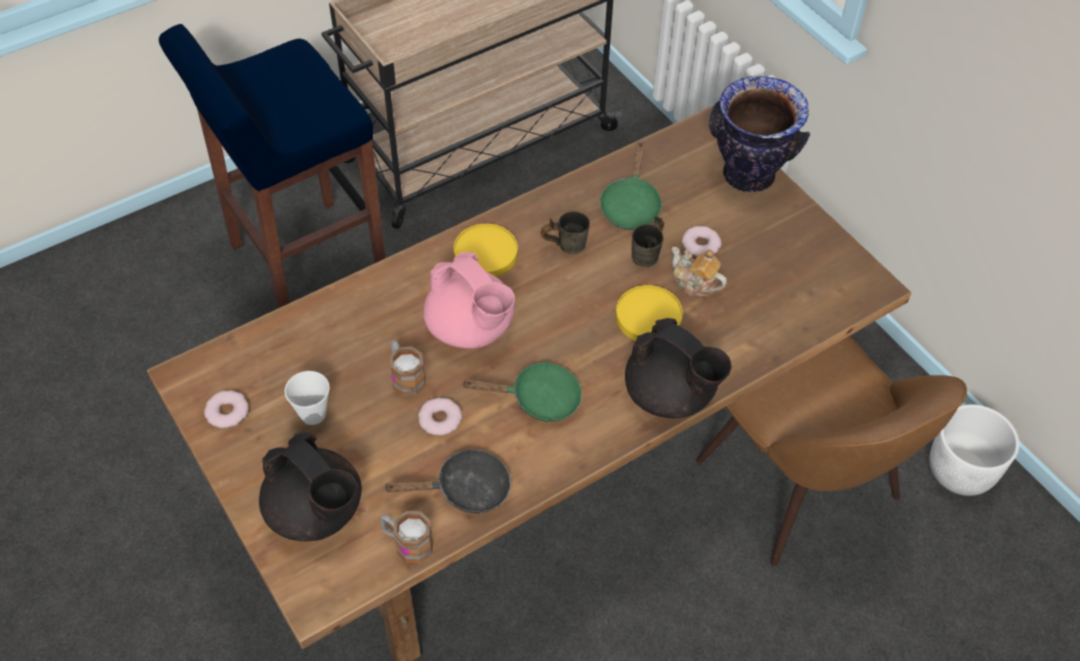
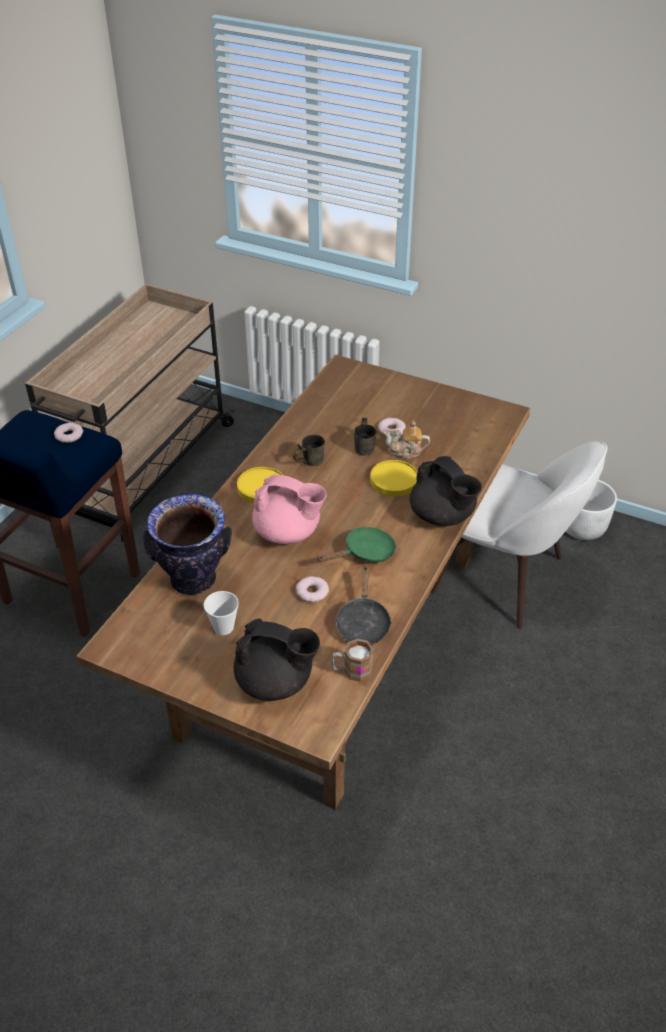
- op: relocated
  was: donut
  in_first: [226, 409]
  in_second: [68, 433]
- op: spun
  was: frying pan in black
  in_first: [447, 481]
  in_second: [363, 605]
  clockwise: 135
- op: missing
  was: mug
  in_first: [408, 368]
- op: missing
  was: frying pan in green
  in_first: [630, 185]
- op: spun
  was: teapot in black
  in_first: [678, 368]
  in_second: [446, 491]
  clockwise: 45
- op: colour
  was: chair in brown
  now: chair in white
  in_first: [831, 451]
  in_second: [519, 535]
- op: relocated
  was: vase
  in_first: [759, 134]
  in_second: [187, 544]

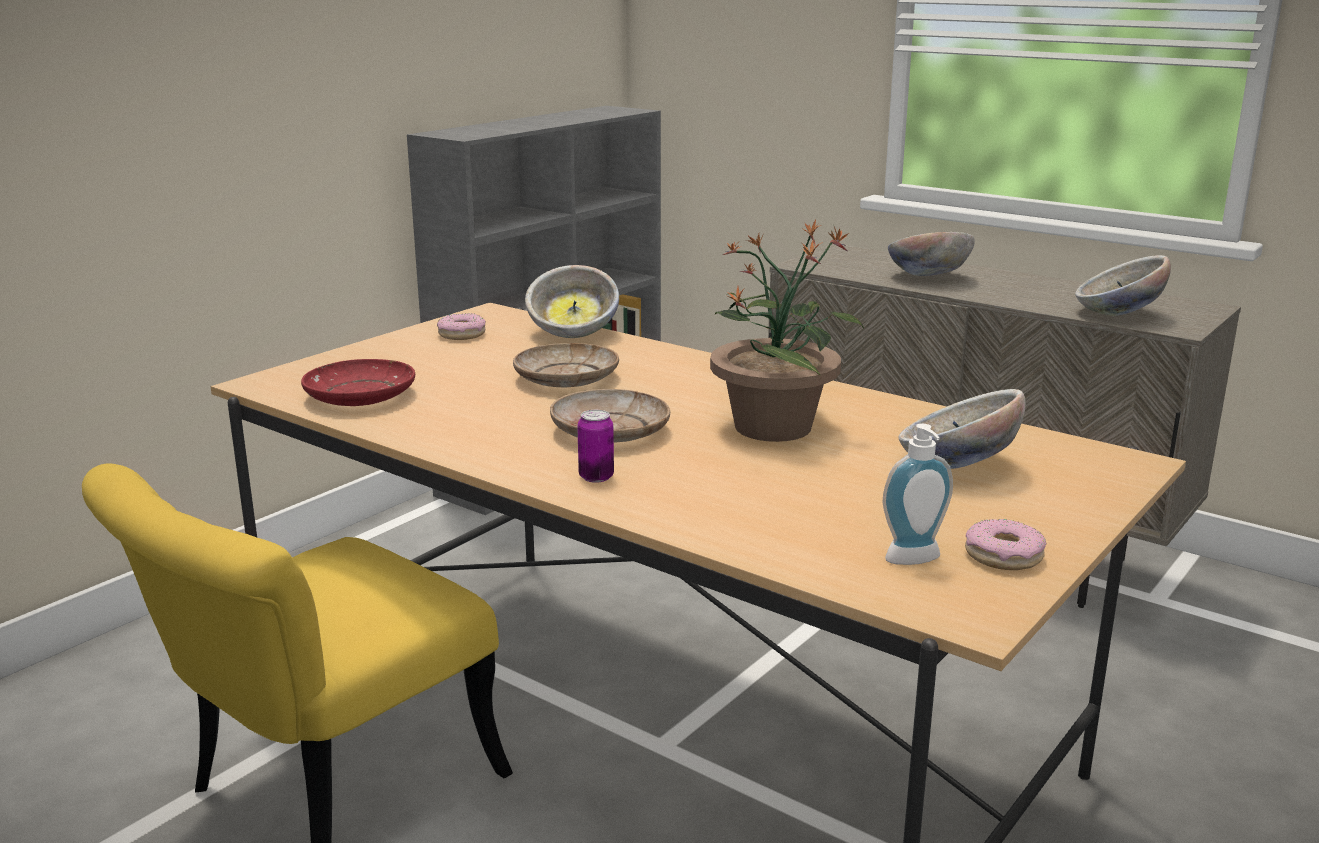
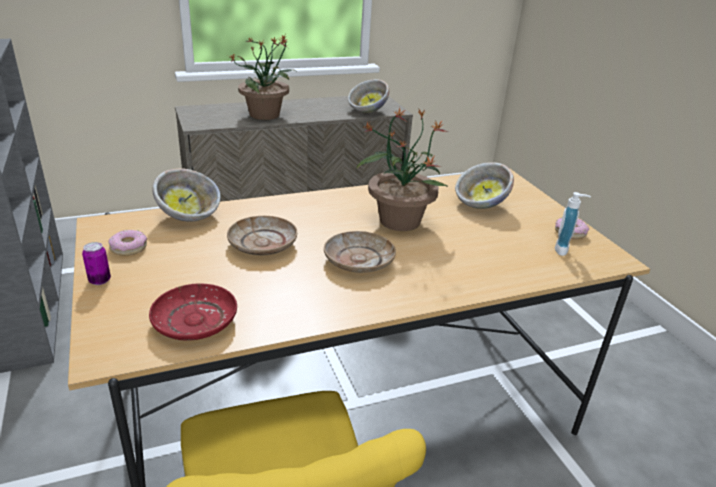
- op: relocated
  was: can
  in_first: [595, 446]
  in_second: [96, 263]
- op: exchanged
  was: bowl
  now: potted plant
  in_first: [931, 254]
  in_second: [262, 77]

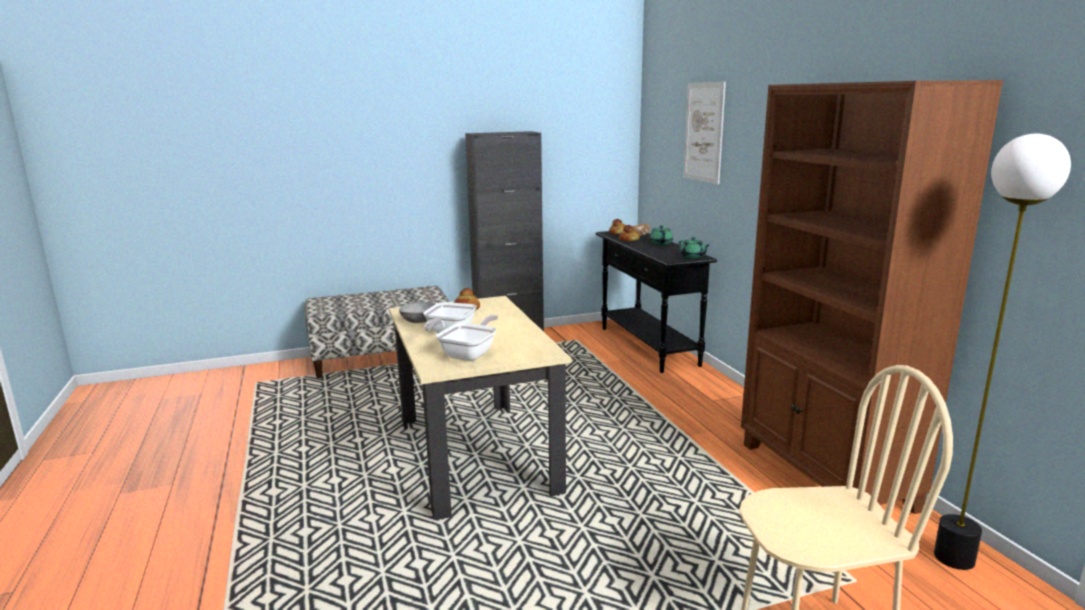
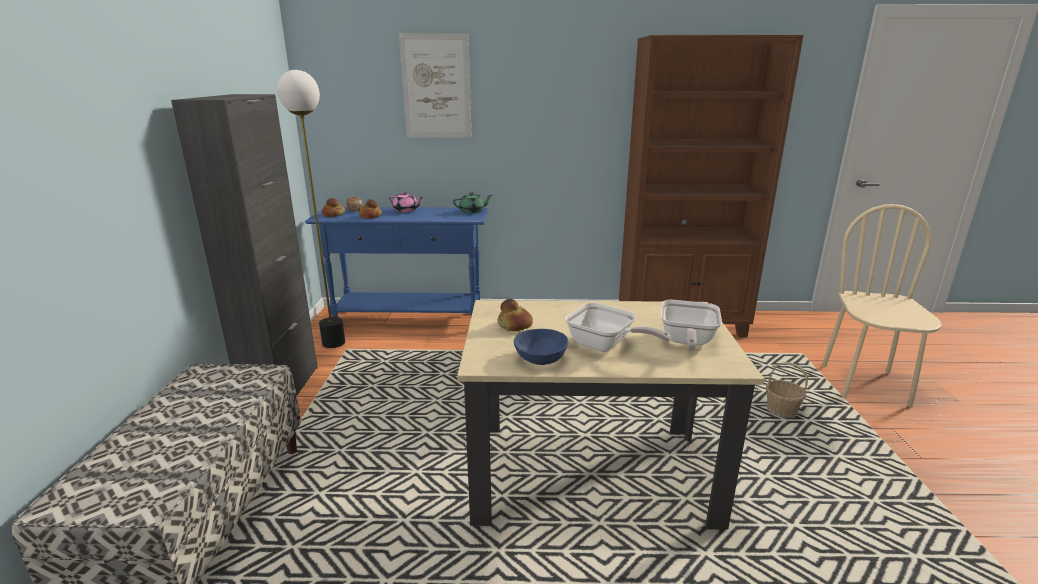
- op: colour
  was: bowl in grey
  now: bowl in blue
  in_first: [417, 312]
  in_second: [541, 347]
- op: spun
  was: frying pan
  in_first: [467, 338]
  in_second: [691, 324]
  clockwise: -120
- op: colour
  was: console table in black
  now: console table in blue
  in_first: [656, 302]
  in_second: [396, 262]
- op: colour
  was: teapot in green
  now: teapot in pink
  in_first: [661, 235]
  in_second: [406, 202]
- op: relocated
  was: floor lamp
  in_first: [1002, 352]
  in_second: [311, 209]
- op: appeared
  now: basket
  in_second: [787, 390]

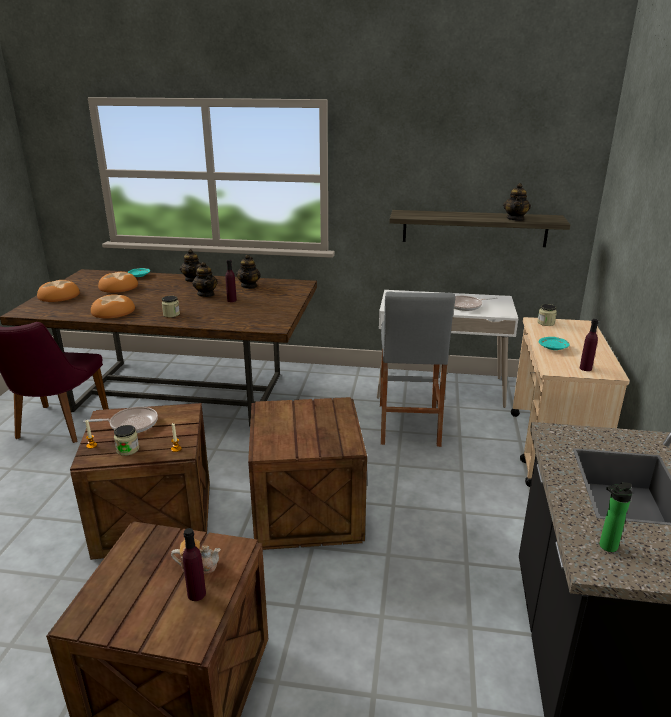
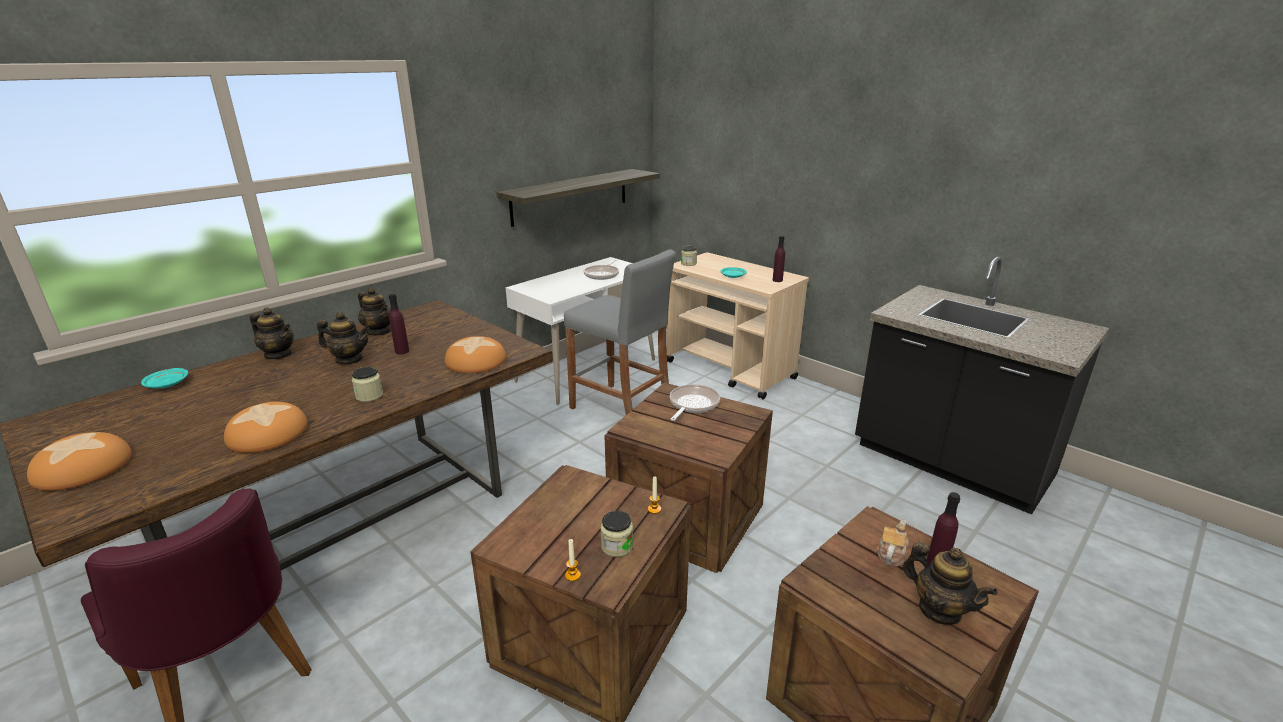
- op: relocated
  was: frying pan
  in_first: [120, 420]
  in_second: [695, 402]
- op: relocated
  was: bread
  in_first: [118, 282]
  in_second: [475, 354]
- op: relocated
  was: teapot
  in_first: [517, 202]
  in_second: [950, 583]
- op: missing
  was: bottle
  in_first: [615, 517]

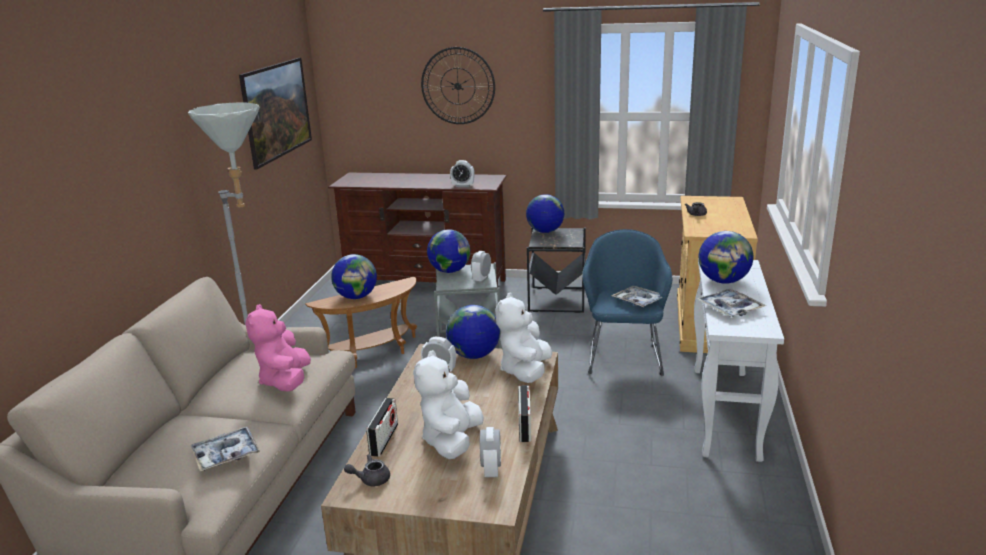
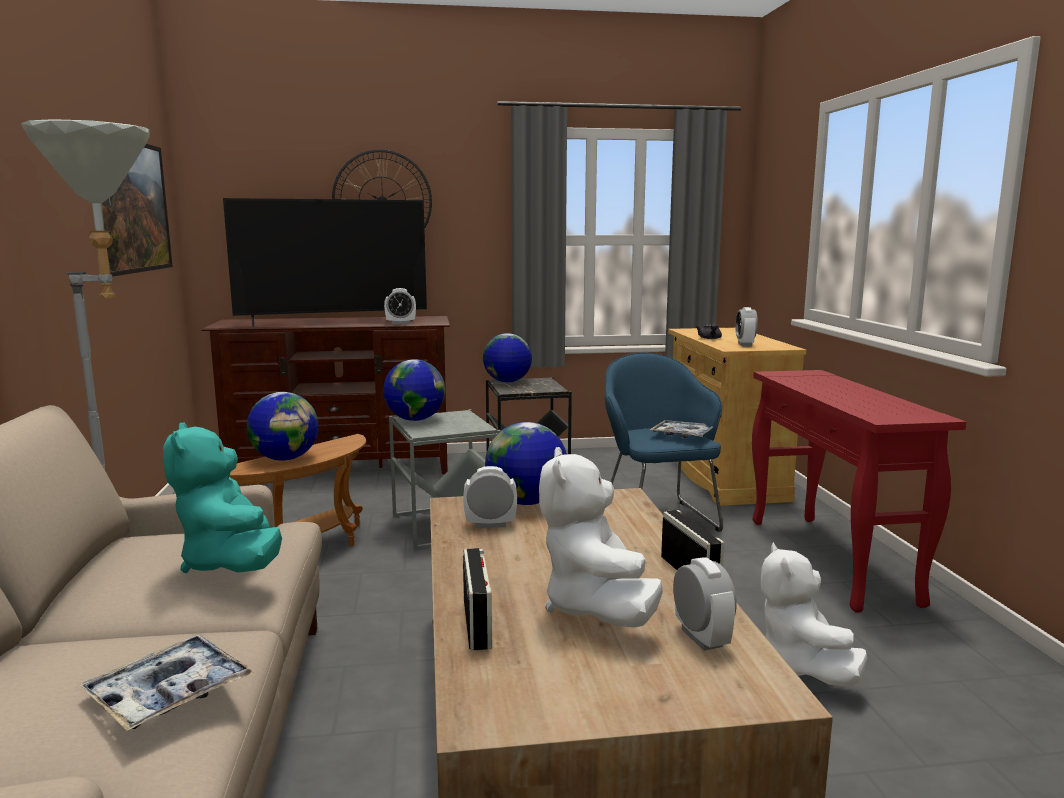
- op: colour
  was: plush toy in pink
  now: plush toy in turquoise
  in_first: [278, 347]
  in_second: [222, 497]
- op: missing
  was: teapot in grey
  in_first: [367, 470]
- op: relocated
  was: alarm clock
  in_first: [481, 267]
  in_second: [747, 326]
- op: relocated
  was: plush toy in white
  in_first: [523, 338]
  in_second: [814, 614]
- op: colour
  was: console table in white
  now: console table in red
  in_first: [739, 360]
  in_second: [859, 491]
- op: missing
  was: tray
  in_first: [731, 303]
- op: missing
  was: globe
  in_first: [726, 257]
- op: appeared
  now: television
  in_second: [325, 262]

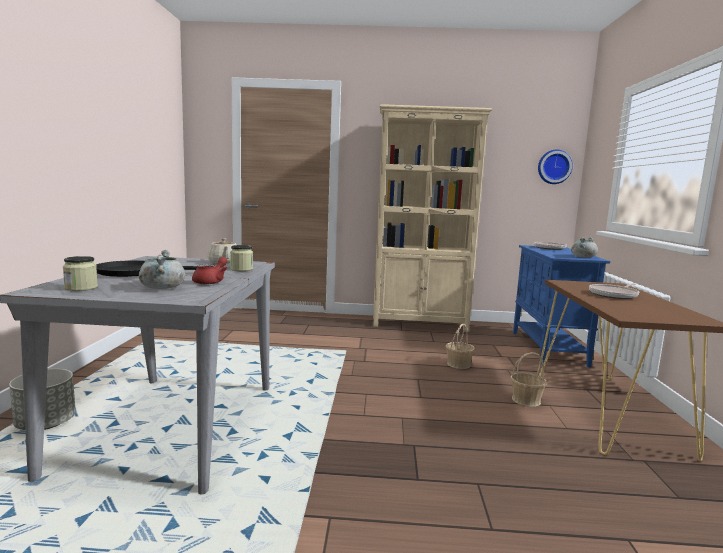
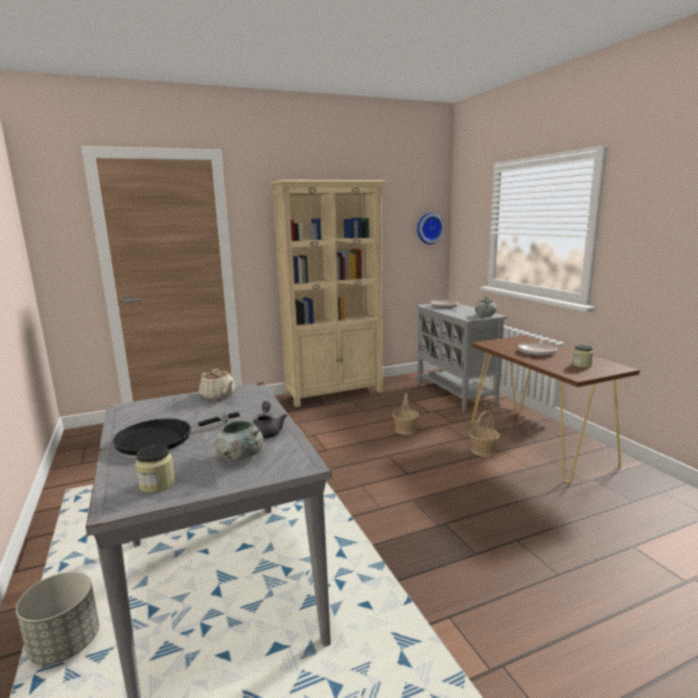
- op: colour
  was: teapot in red
  now: teapot in grey
  in_first: [209, 270]
  in_second: [270, 420]
- op: relocated
  was: jar
  in_first: [241, 258]
  in_second: [582, 356]
- op: colour
  was: cabinet in blue
  now: cabinet in grey
  in_first: [561, 306]
  in_second: [462, 357]

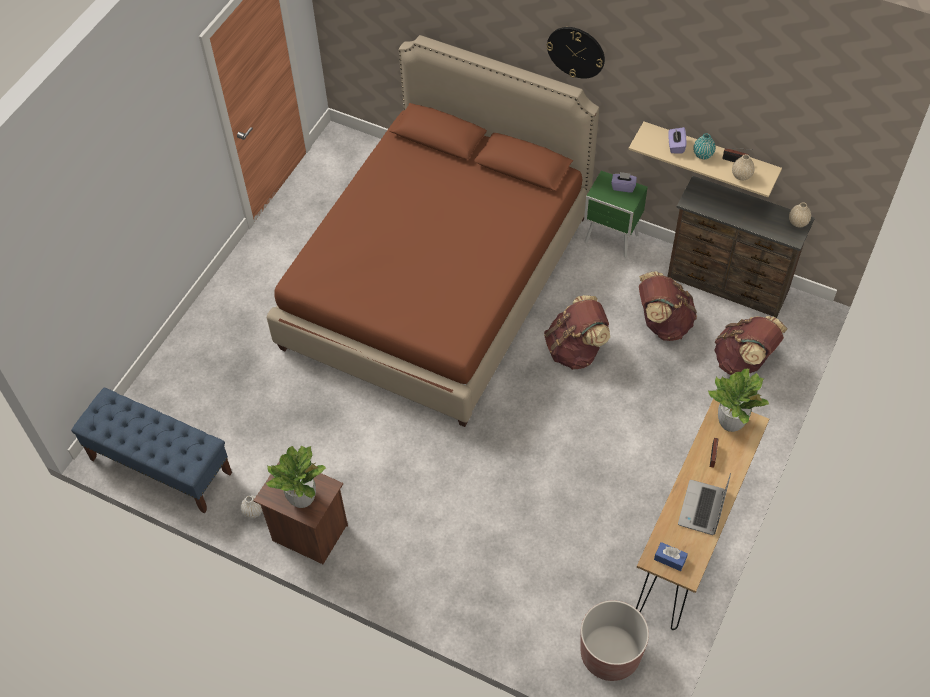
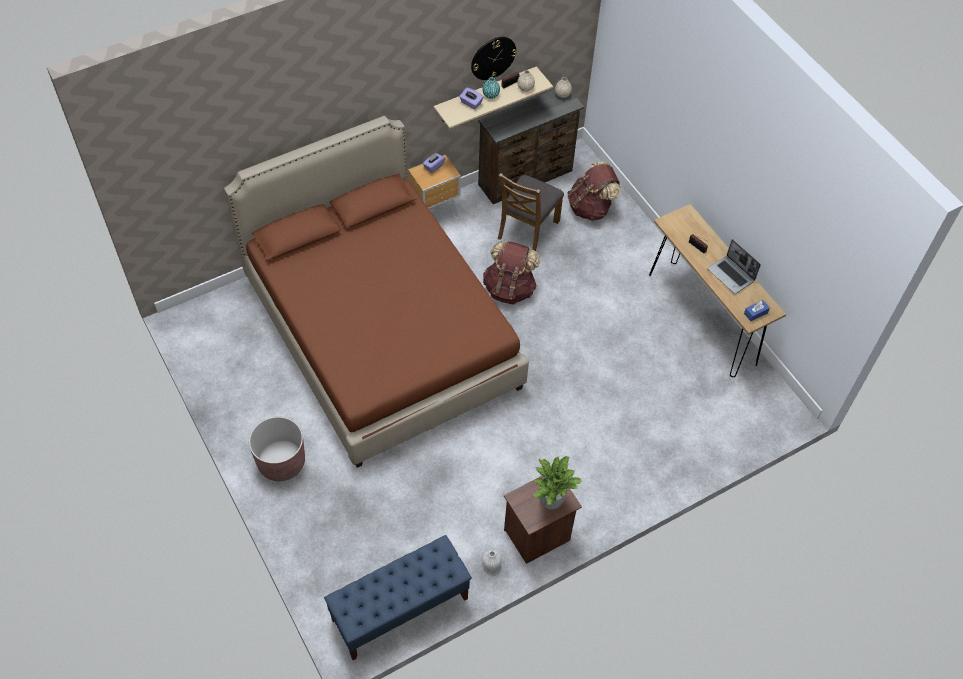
- op: relocated
  was: wall clock
  in_first: [576, 53]
  in_second: [494, 58]
- op: relocated
  was: planter in brown
  in_first: [614, 640]
  in_second: [277, 448]
- op: colour
  was: nightstand in green
  now: nightstand in brown
  in_first: [616, 214]
  in_second: [434, 185]
- op: exchanged
  was: backpack in brown
  now: chair in brown
  in_first: [668, 306]
  in_second: [531, 212]
- op: missing
  was: potted plant
  in_first: [738, 400]

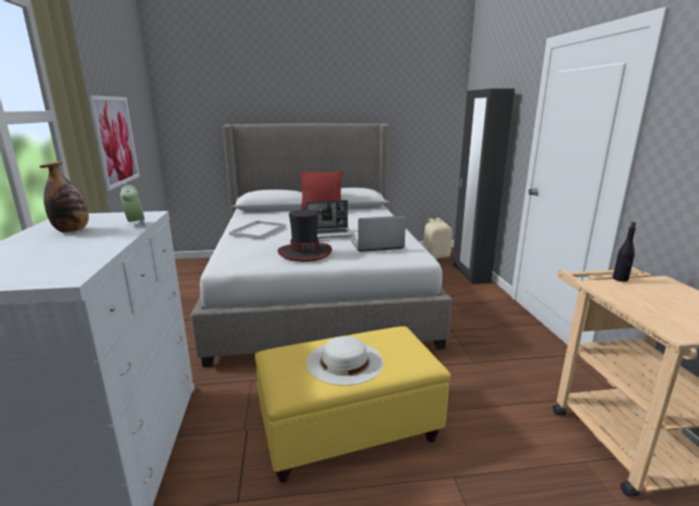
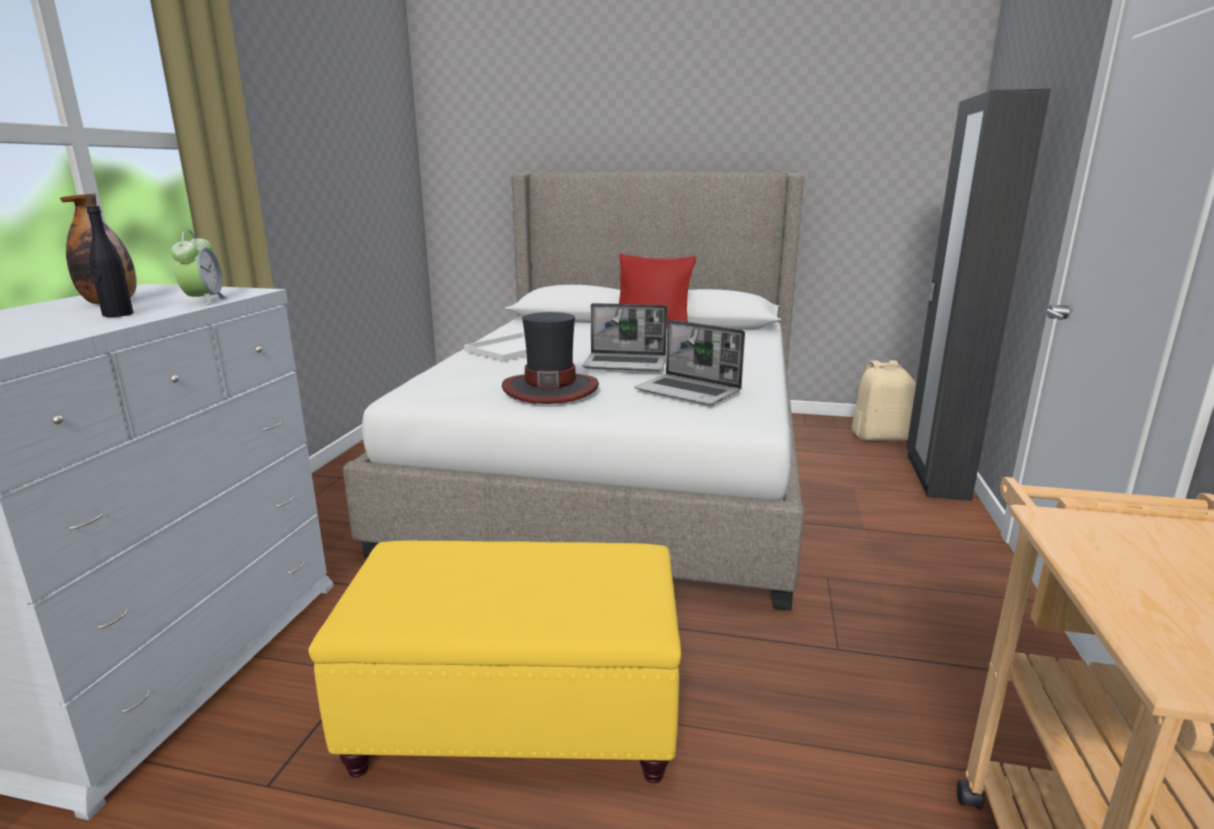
- op: missing
  was: picture
  in_first: [114, 143]
- op: missing
  was: hat in white
  in_first: [344, 361]
- op: spun
  was: laptop
  in_first: [378, 234]
  in_second: [689, 362]
  clockwise: -150
- op: relocated
  was: bottle in black
  in_first: [624, 252]
  in_second: [109, 256]

